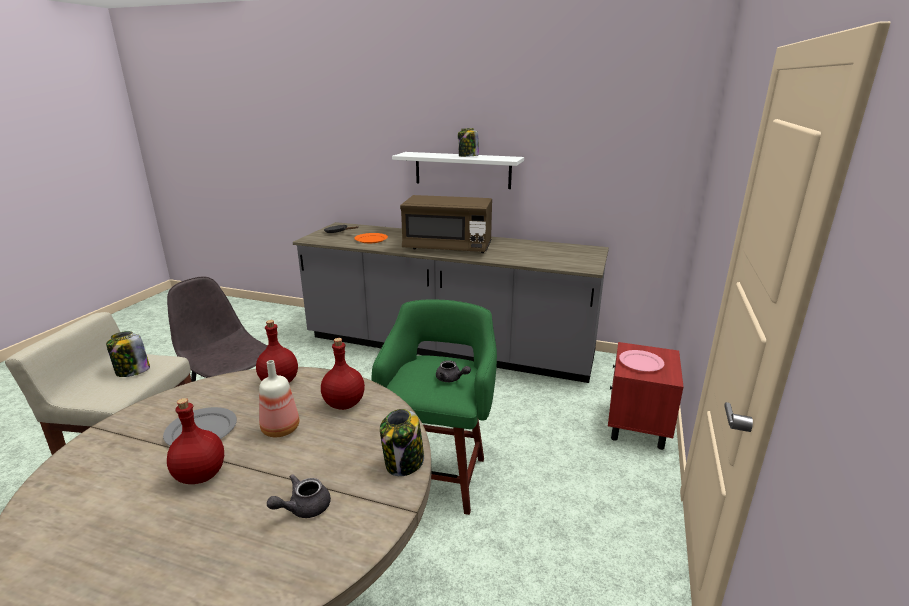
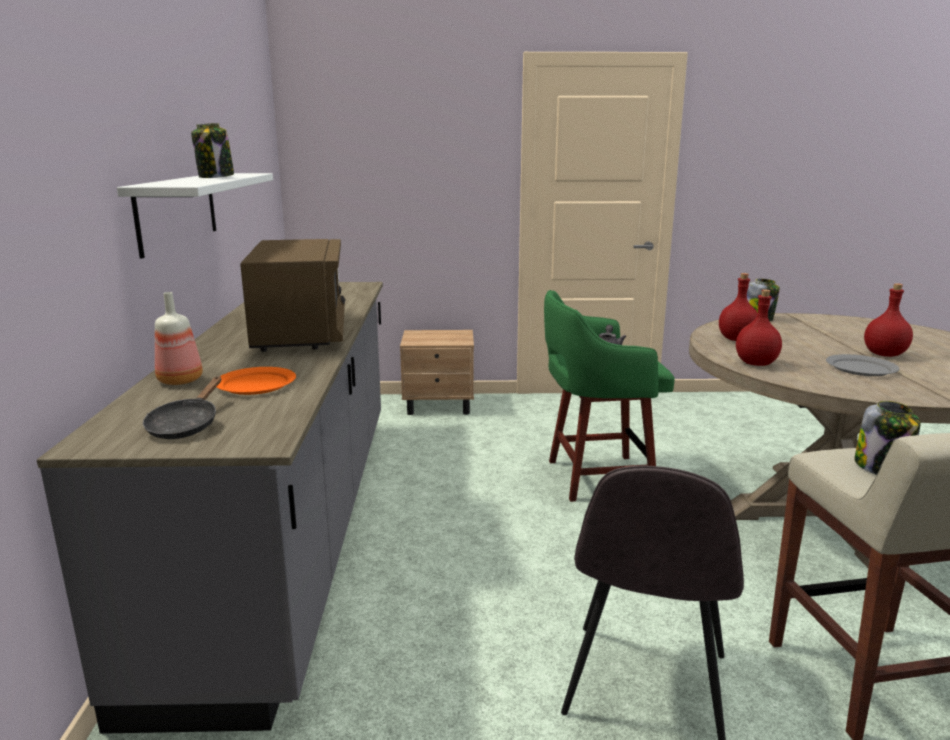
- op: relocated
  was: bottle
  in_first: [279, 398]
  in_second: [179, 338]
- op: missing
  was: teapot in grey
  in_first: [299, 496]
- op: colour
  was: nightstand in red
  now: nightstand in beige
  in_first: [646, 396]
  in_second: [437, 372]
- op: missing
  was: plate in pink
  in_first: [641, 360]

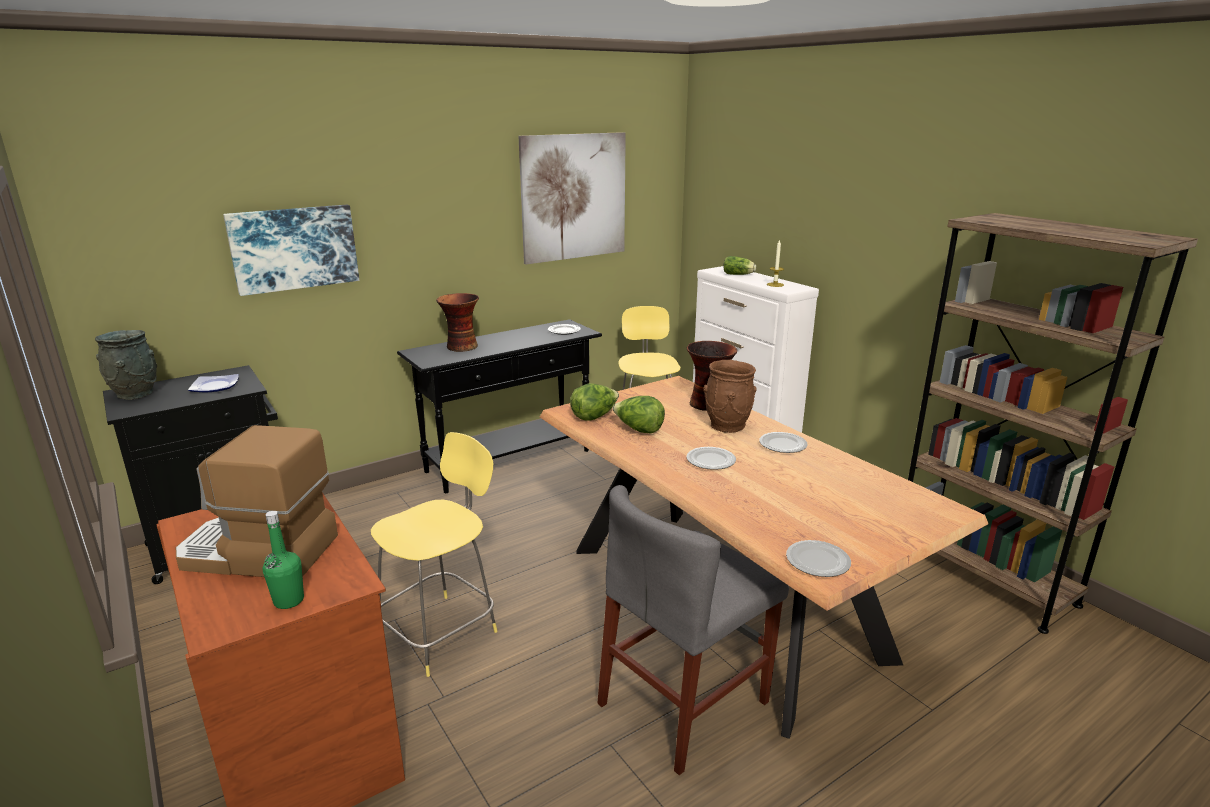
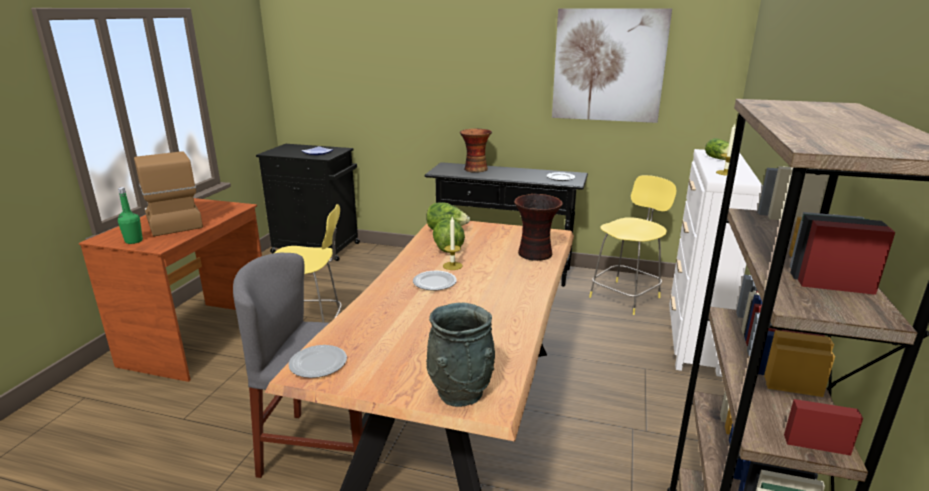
- op: relocated
  was: vase in grey
  in_first: [126, 365]
  in_second: [460, 354]
- op: missing
  was: picture
  in_first: [291, 250]
- op: missing
  was: vase in brown
  in_first: [730, 396]
- op: missing
  was: plate
  in_first: [783, 442]
- op: appeared
  now: candle
  in_second: [452, 243]

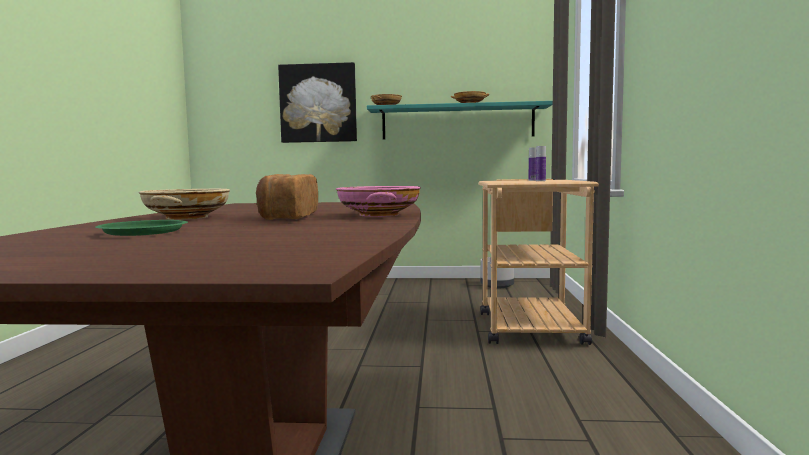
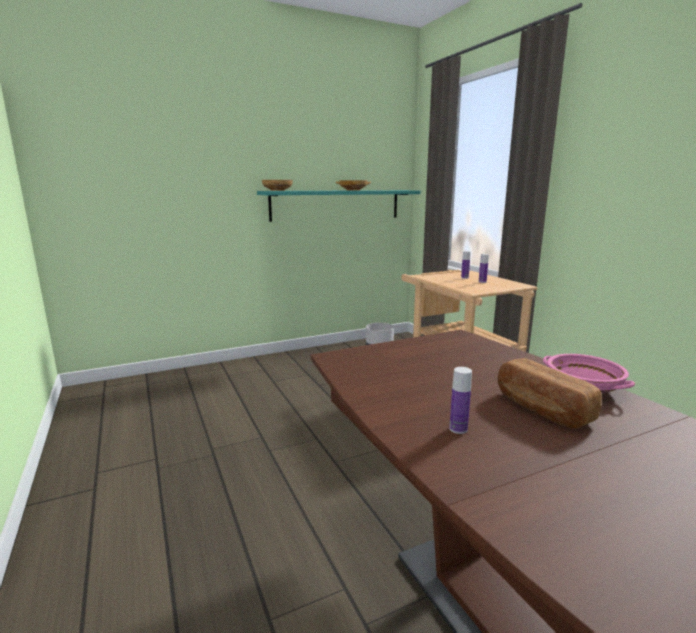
- op: missing
  was: plate in green
  in_first: [141, 228]
- op: exchanged
  was: bowl in beige
  now: bottle
  in_first: [184, 204]
  in_second: [460, 400]
- op: missing
  was: picture
  in_first: [317, 102]

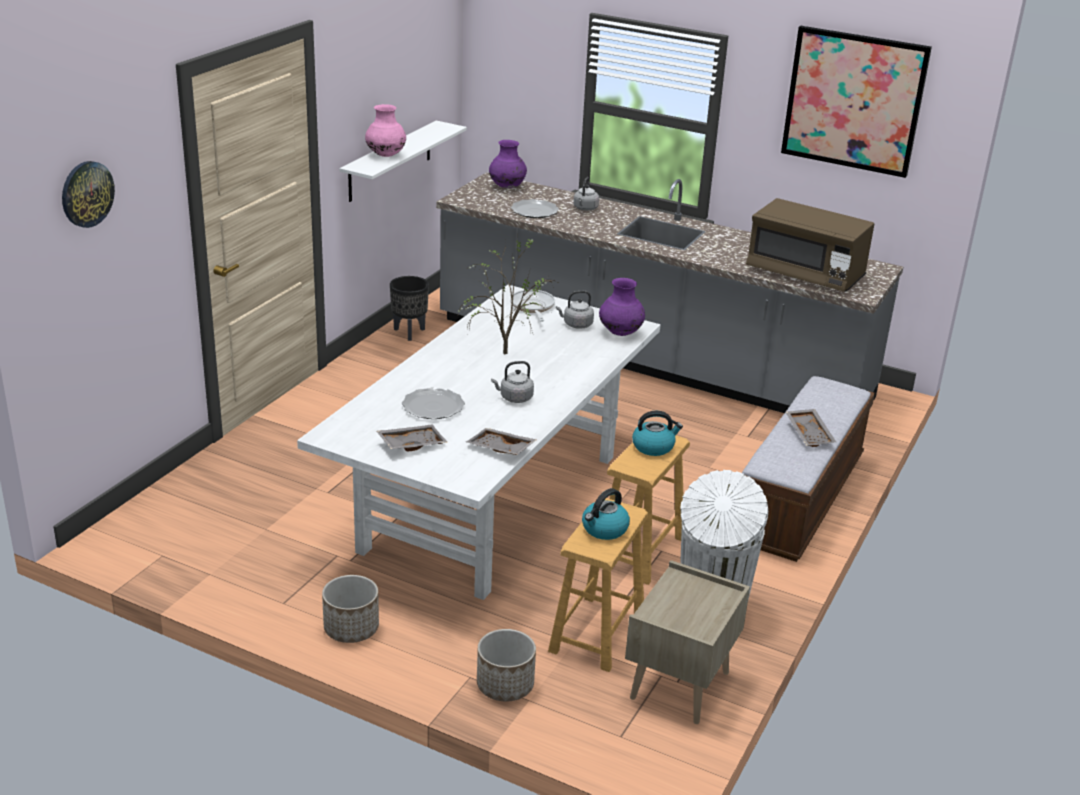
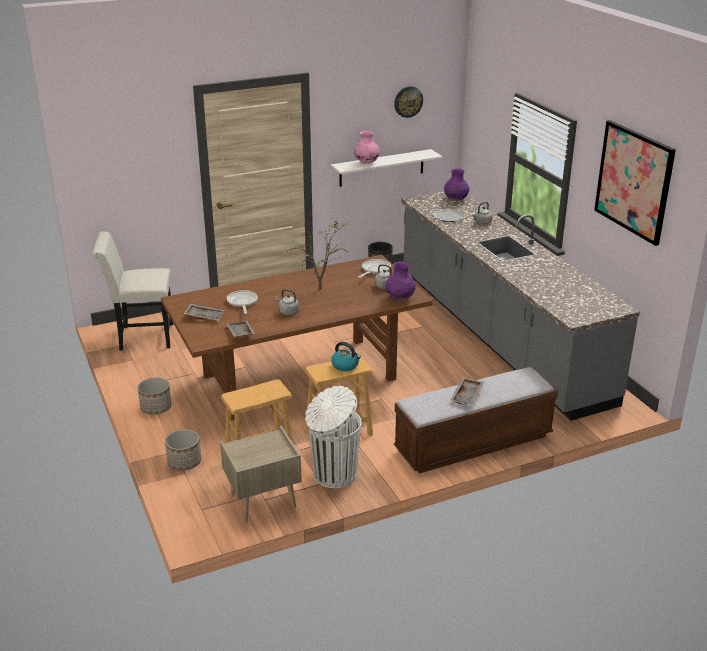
- op: relocated
  was: wall clock
  in_first: [88, 194]
  in_second: [408, 102]
- op: colour
  was: dining table in white
  now: dining table in brown
  in_first: [479, 442]
  in_second: [297, 337]
- op: exchanged
  was: plate
  now: frying pan
  in_first: [433, 403]
  in_second: [242, 302]
- op: missing
  was: kettle
  in_first: [606, 514]
- op: missing
  was: microwave in brown
  in_first: [810, 245]
- op: appeared
  now: chair in white
  in_second: [132, 291]

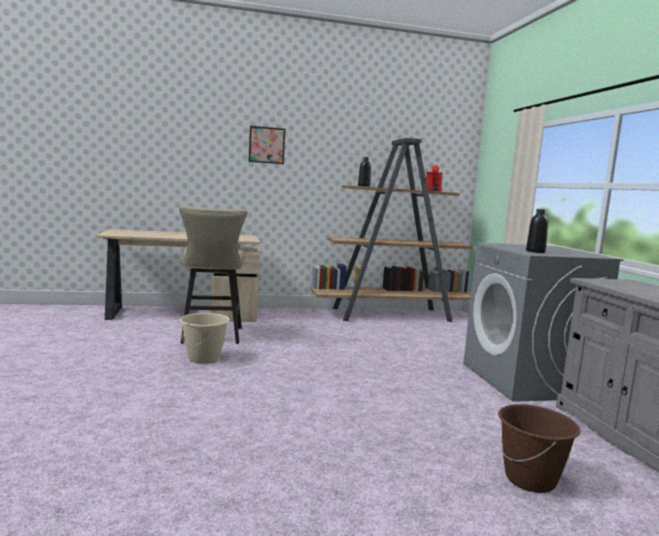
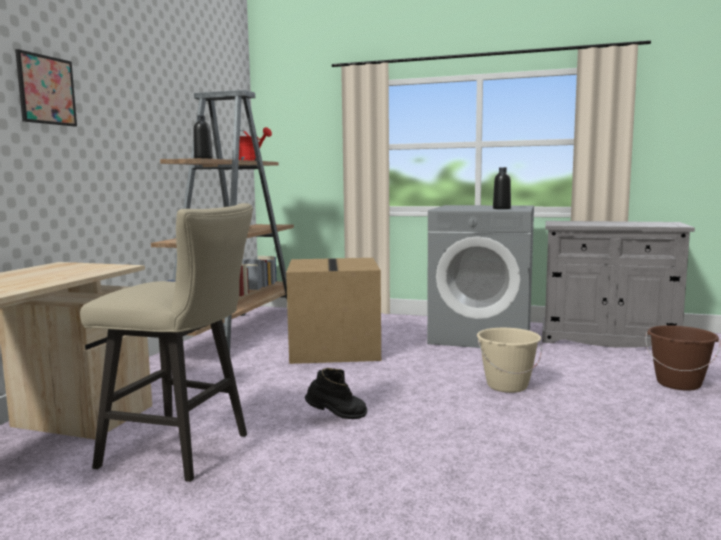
- op: relocated
  was: bucket in beige
  in_first: [205, 338]
  in_second: [509, 360]
- op: appeared
  now: cardboard box
  in_second: [333, 311]
- op: appeared
  now: boot in black
  in_second: [336, 393]

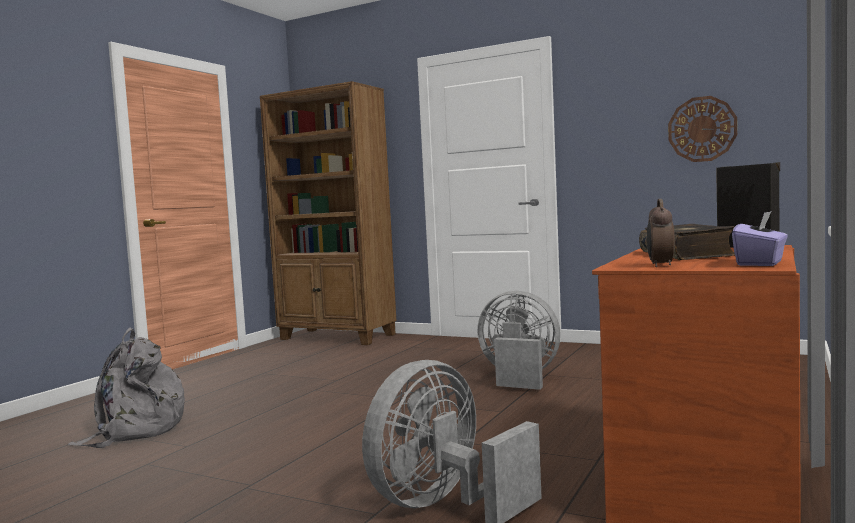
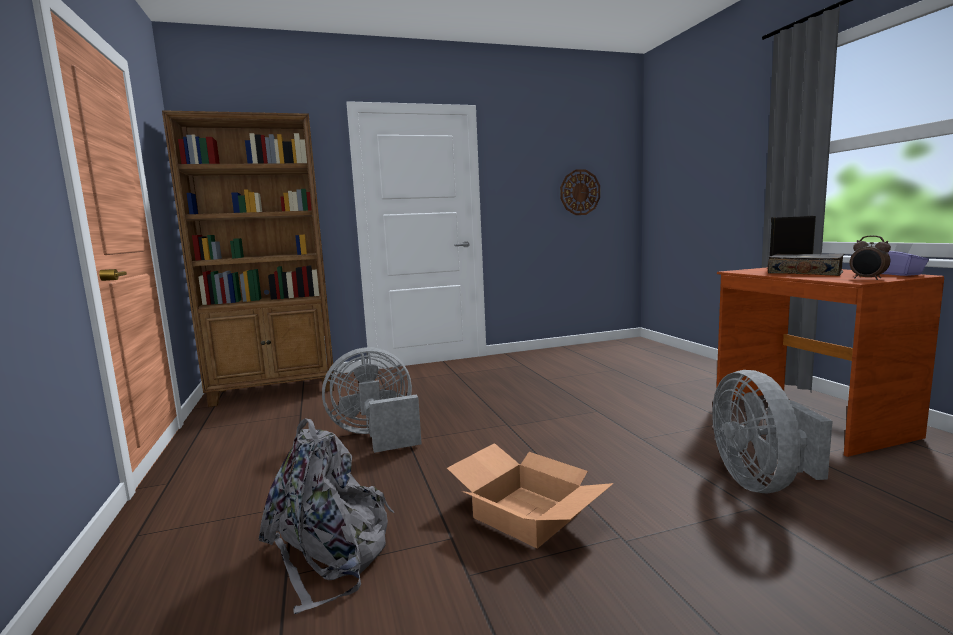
- op: relocated
  was: fan in grey
  in_first: [519, 340]
  in_second: [372, 400]
- op: appeared
  now: cardboard box
  in_second: [530, 496]

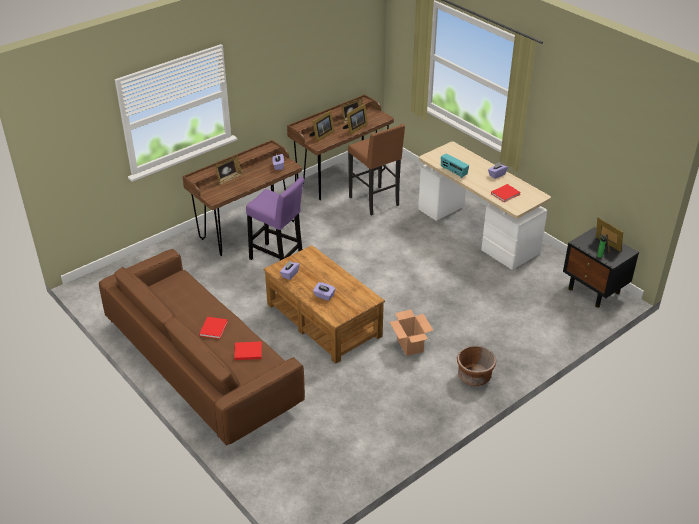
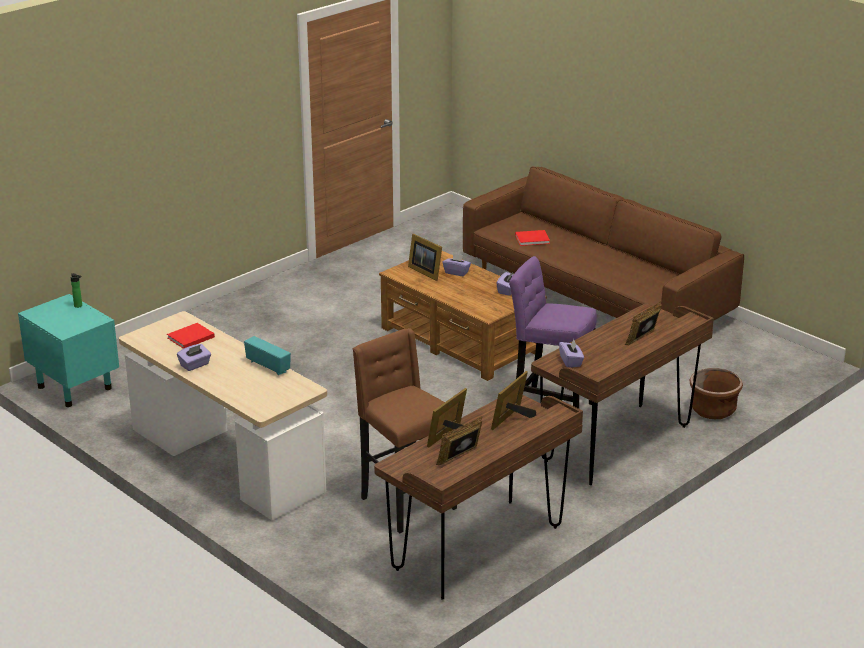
- op: missing
  was: book in red
  in_first: [213, 328]
- op: missing
  was: cardboard box
  in_first: [411, 333]
- op: relocated
  was: planter in brown
  in_first: [476, 366]
  in_second: [716, 393]
- op: colour
  was: nightstand in black
  now: nightstand in turquoise
  in_first: [601, 267]
  in_second: [68, 350]
- op: relocated
  was: picture frame
  in_first: [609, 235]
  in_second: [425, 257]

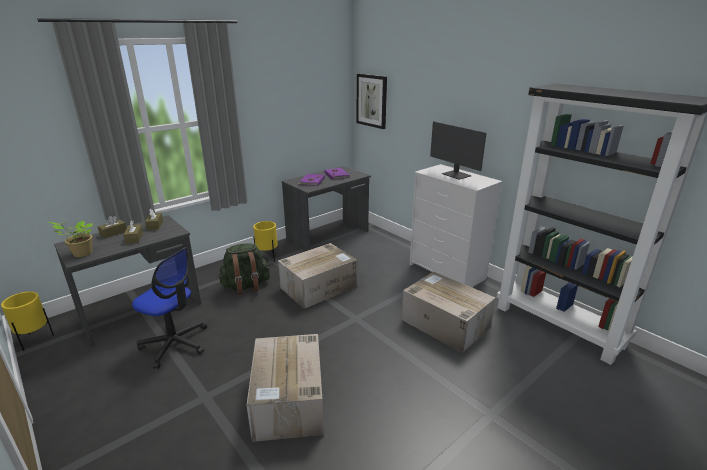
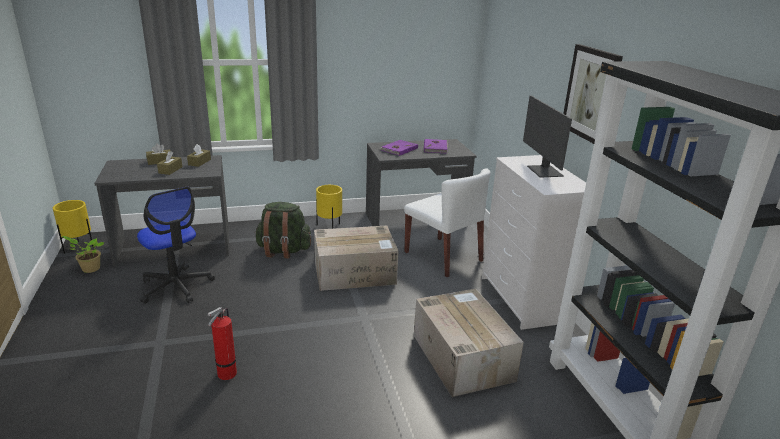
- op: relocated
  was: potted plant
  in_first: [70, 239]
  in_second: [83, 254]
- op: exchanged
  was: cardboard box
  now: fire extinguisher
  in_first: [285, 388]
  in_second: [222, 343]
- op: relocated
  was: picture
  in_first: [372, 101]
  in_second: [593, 94]
- op: appeared
  now: chair in white
  in_second: [447, 222]

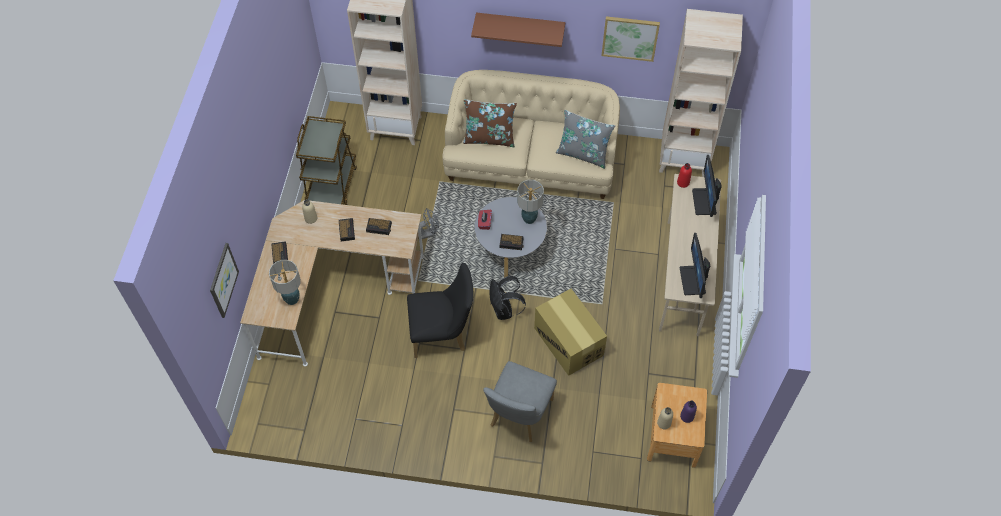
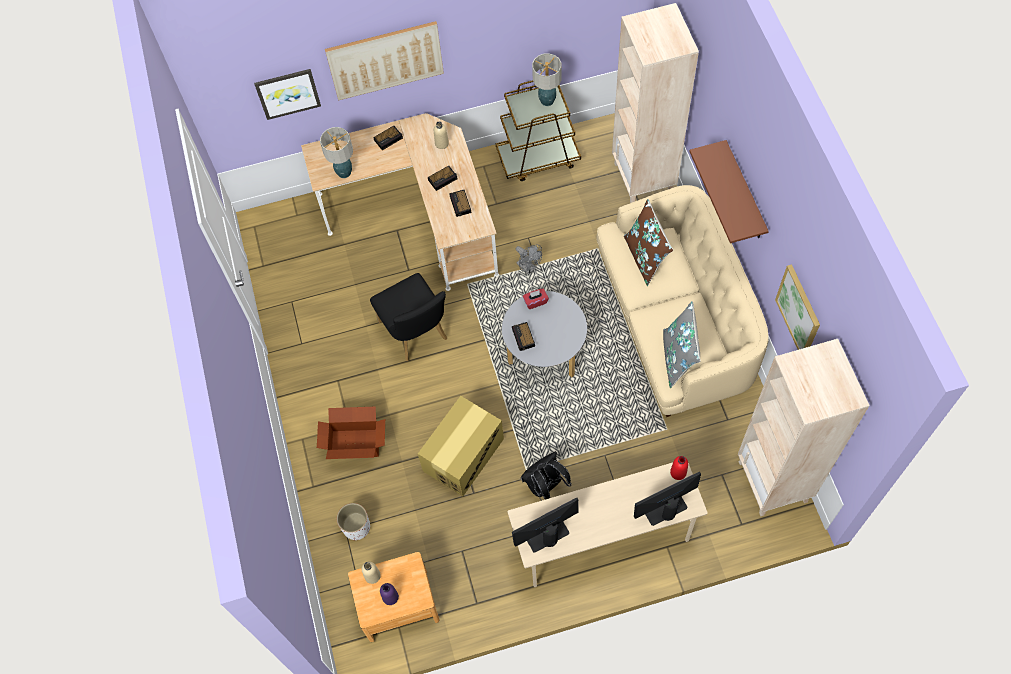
- op: exchanged
  was: chair in grey
  now: cardboard box
  in_first: [520, 401]
  in_second: [351, 432]
- op: relocated
  was: backpack in black
  in_first: [507, 298]
  in_second: [546, 476]
- op: relocated
  was: table lamp
  in_first: [530, 202]
  in_second: [546, 79]
- op: appeared
  now: picture
  in_second: [384, 61]
- op: appeared
  now: planter in white
  in_second: [353, 521]

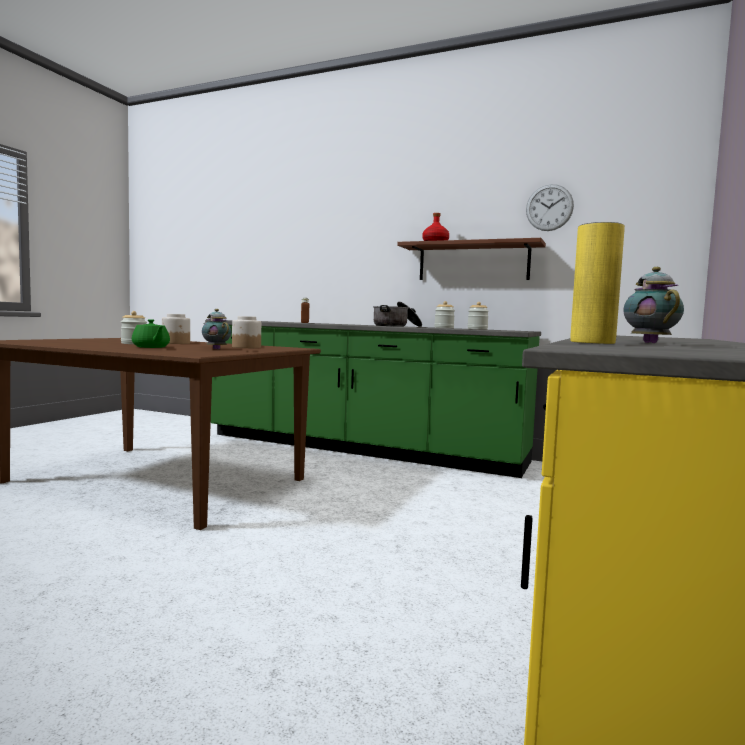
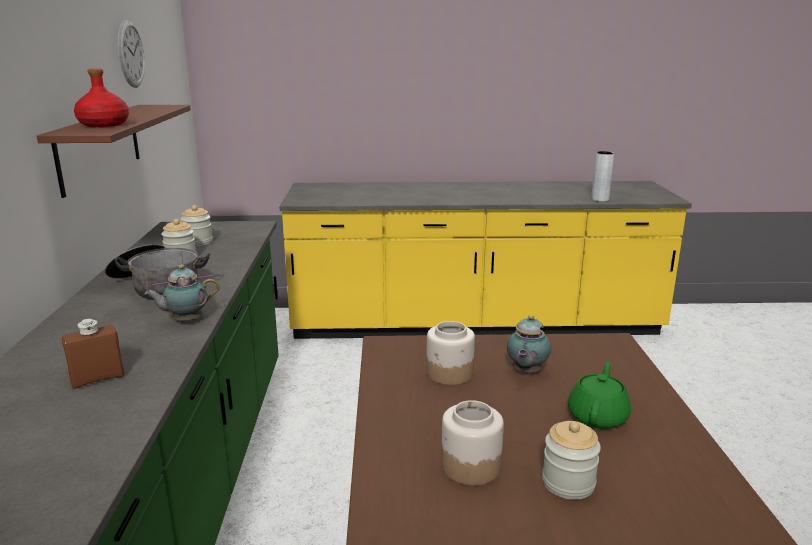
- op: colour
  was: vase in yellow
  now: vase in grey
  in_first: [597, 283]
  in_second: [602, 176]
- op: relocated
  was: teapot
  in_first: [653, 305]
  in_second: [181, 293]

